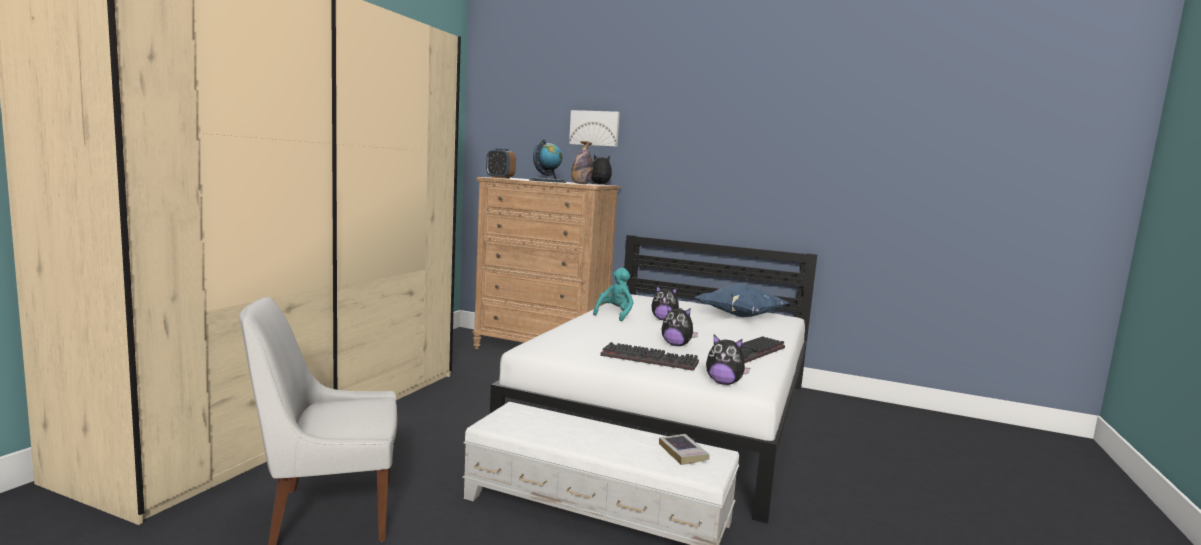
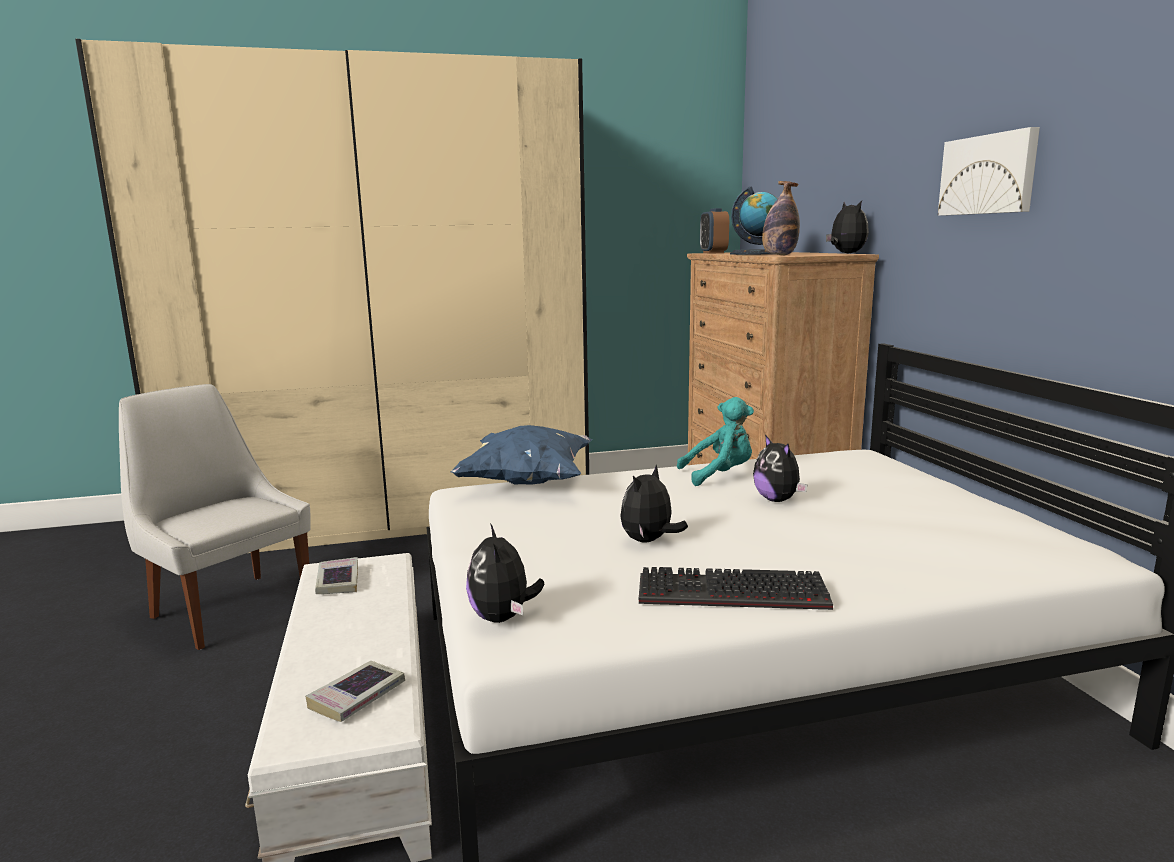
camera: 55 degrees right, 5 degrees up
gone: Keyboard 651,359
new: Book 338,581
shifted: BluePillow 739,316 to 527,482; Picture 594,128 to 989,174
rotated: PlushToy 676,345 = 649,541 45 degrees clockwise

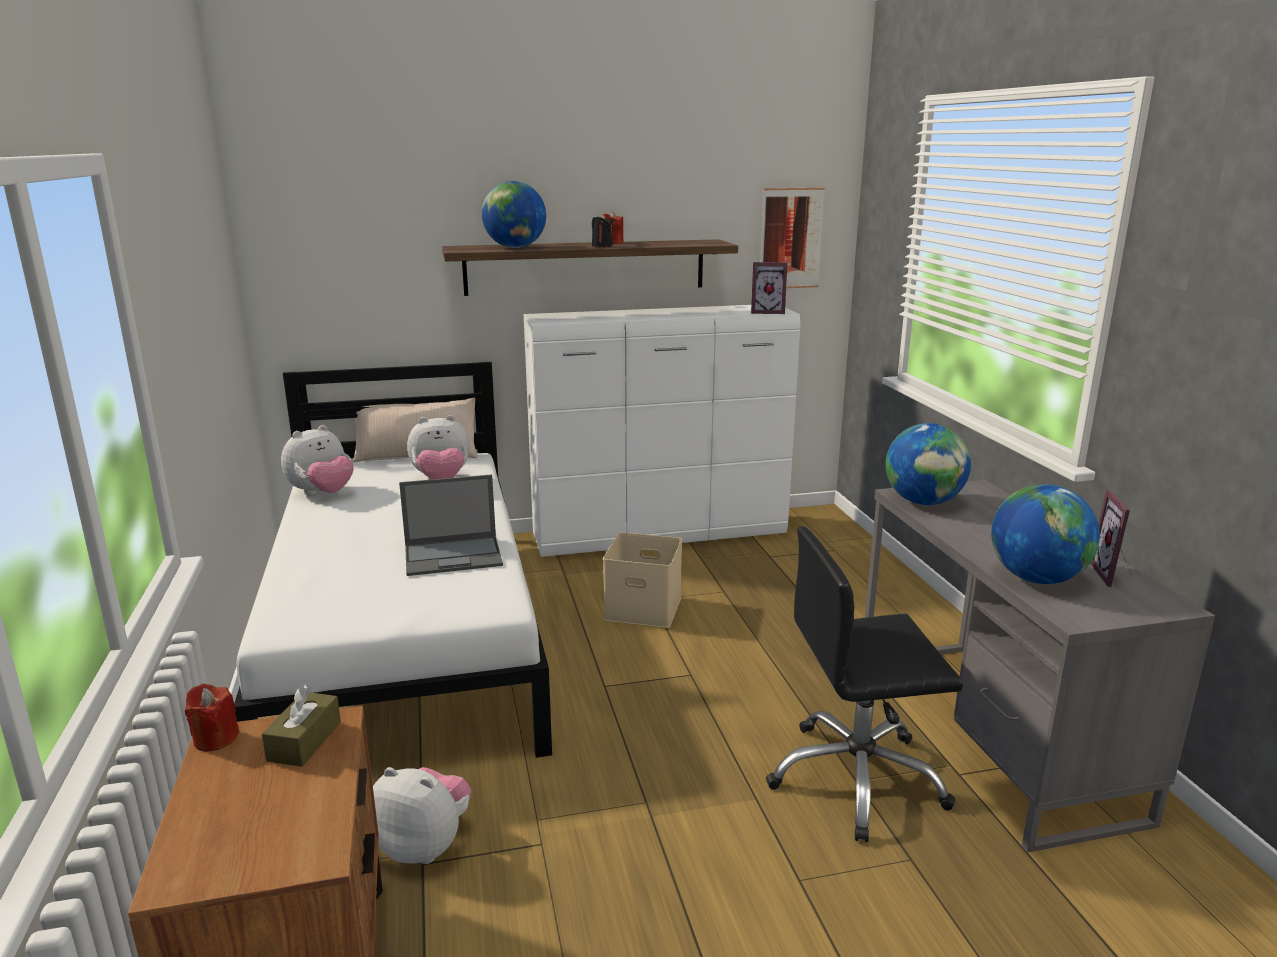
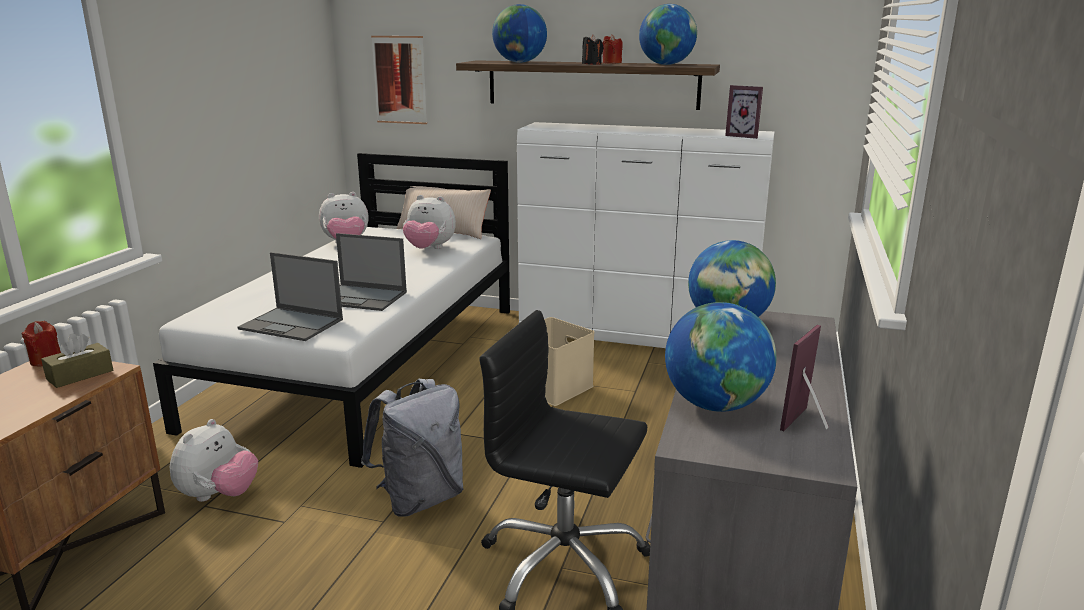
camera: 30 degrees right, 0 degrees up
new: Laptop 292,324; GreyBackpack 420,499; Globe 666,64
shifted: Picture 791,238 to 399,80
rotated: PlushToy 425,846 = 218,495 60 degrees clockwise

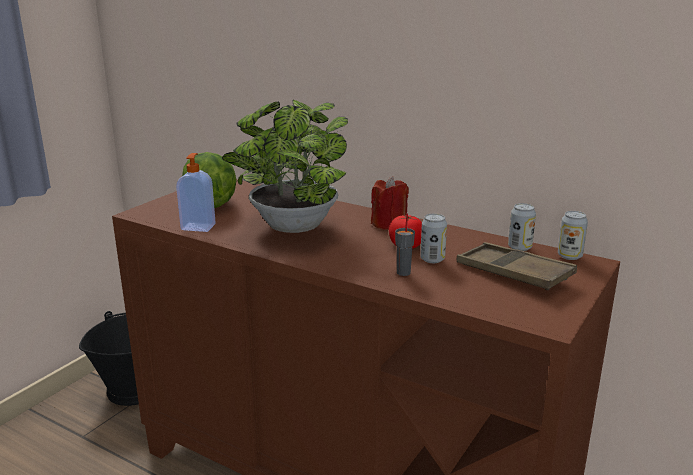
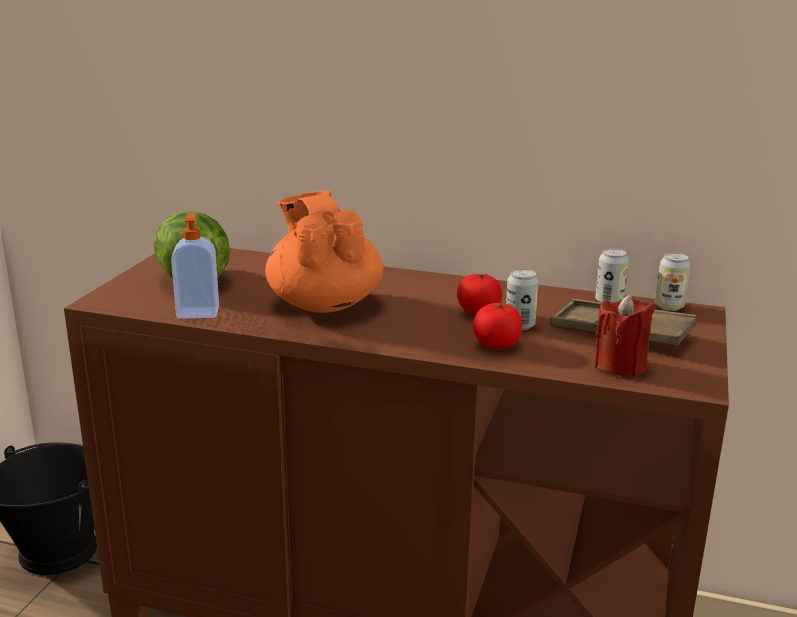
camera: 15 degrees left, 0 degrees up
shifted: RedCandle 389,224 to 620,366
swapped: PottedPlant 292,229 to OrangeTeapot 324,303; GreyCup 404,272 to Tomato 497,344

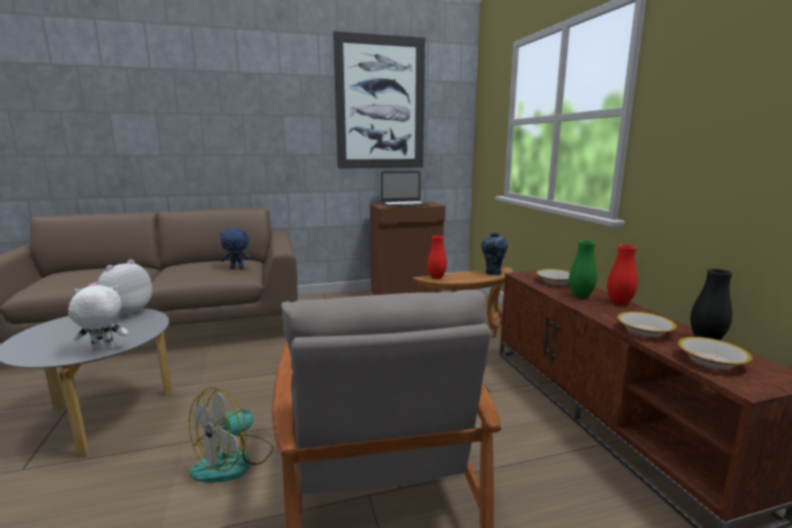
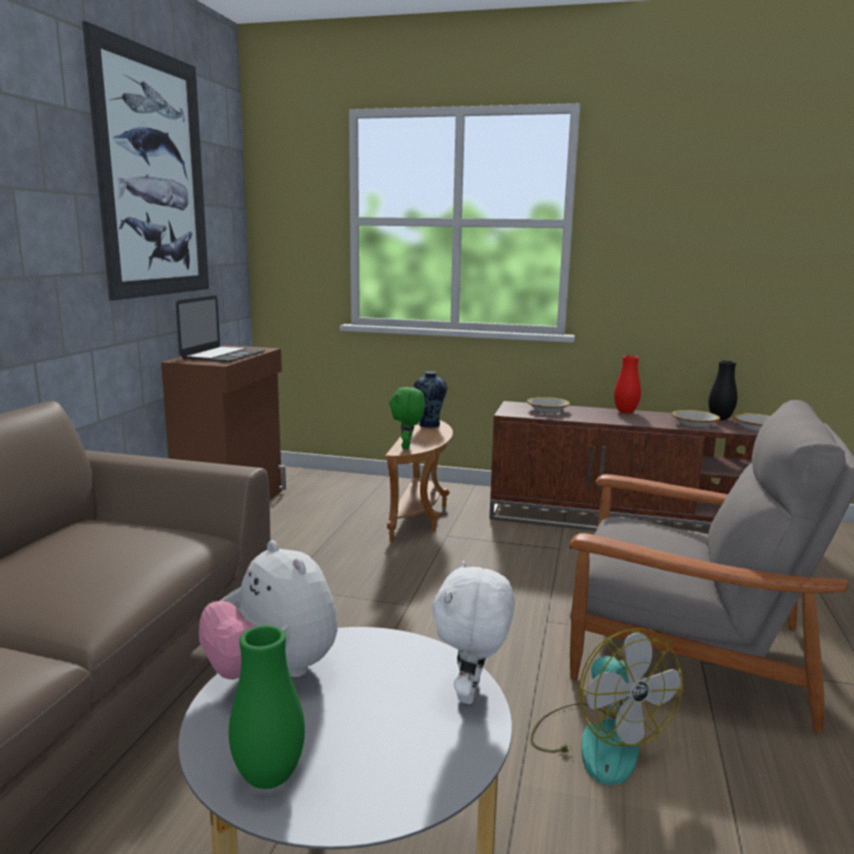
camera: 60 degrees left, 0 degrees up
gone: BluePlushToy 237,268
shifted: GreenVase 580,296 to 269,777
swapped: RedVase 436,277 to GreenPlushToy 407,447

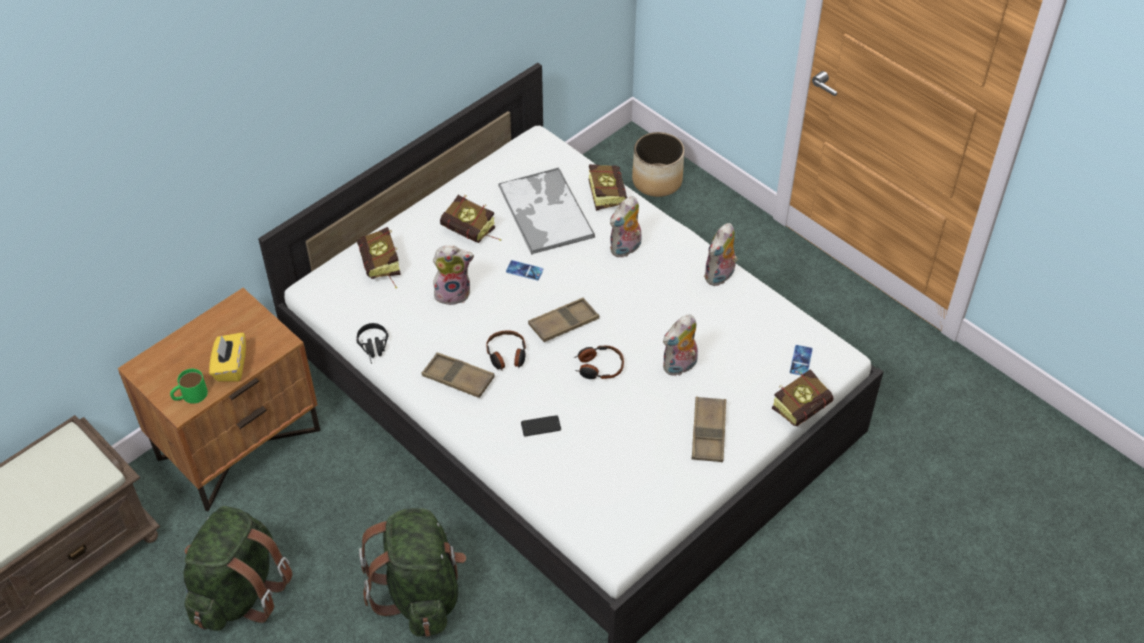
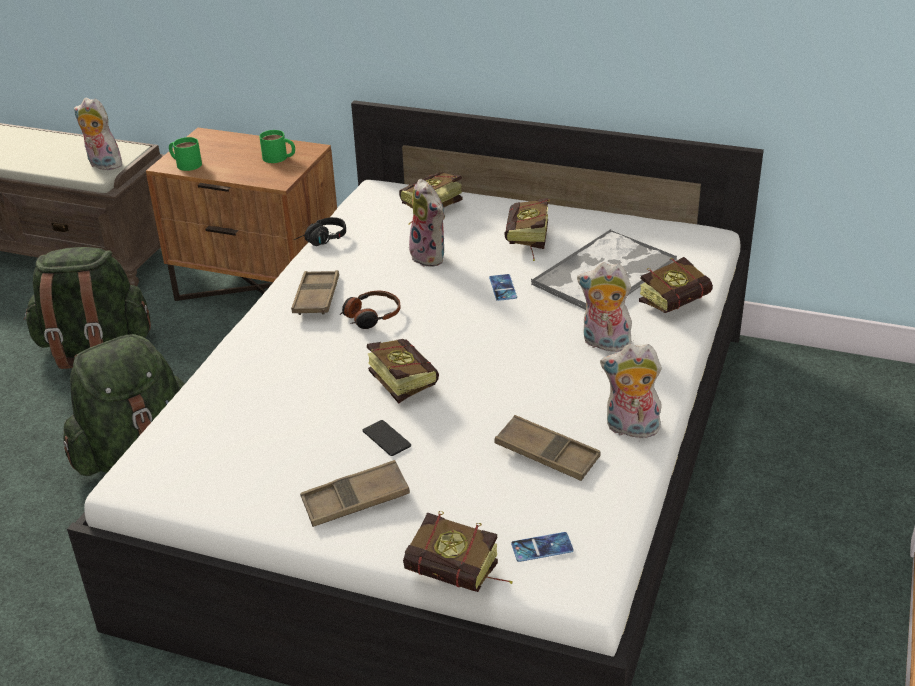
camera: 65 degrees right, 15 degrees down
gone: YellowTissueBox 230,367; Planter 657,181
new: GreenMug 279,158
shifted: PlushToy 680,367 to 102,165; Phone 541,426 to 386,438; BrownTray 563,323 to 547,454
swapped: Headphones 598,367 to Book 399,380

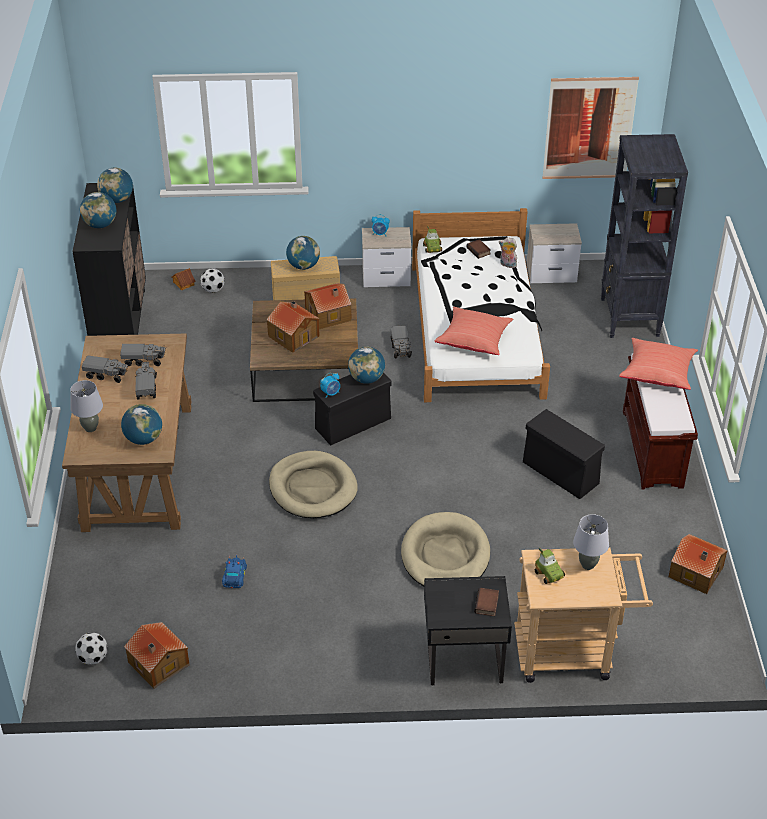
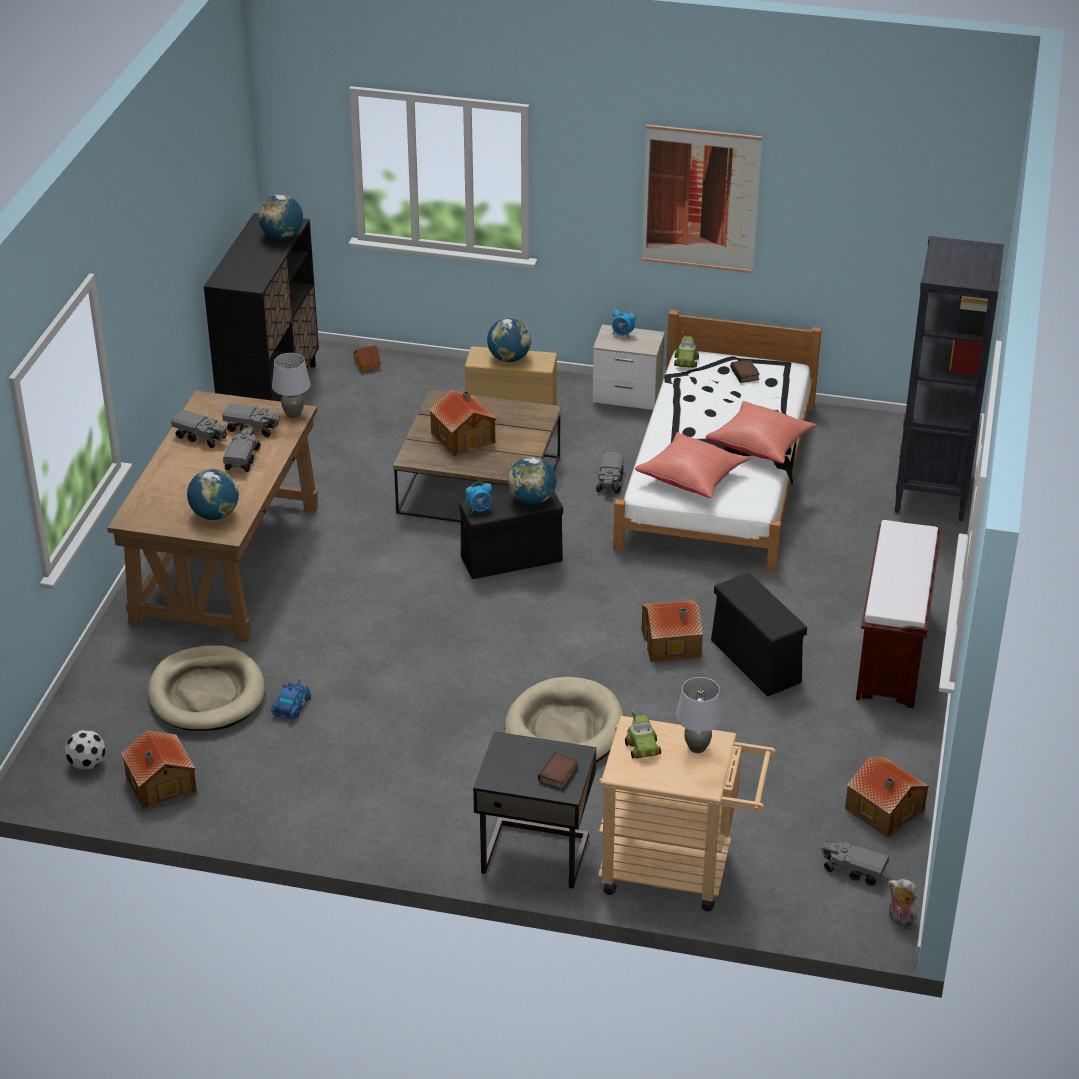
camera: 15 degrees right, 5 degrees down
gone: Globe 100,225; Football 213,289; Nightstand 552,274
new: ToyTruck 853,870
shifted: BeigeDogBed 313,488 to 207,693; GreyTableLamp 90,428 to 293,414; ToyHouse 329,315 to 672,644; Picture 589,128 to 700,199; RedPillow 657,373 to 760,445; PlushToy 507,265 to 899,921

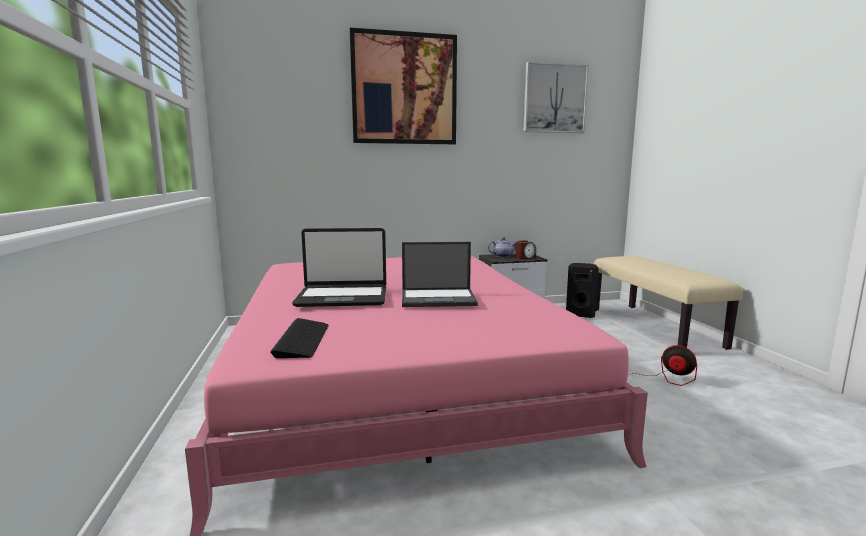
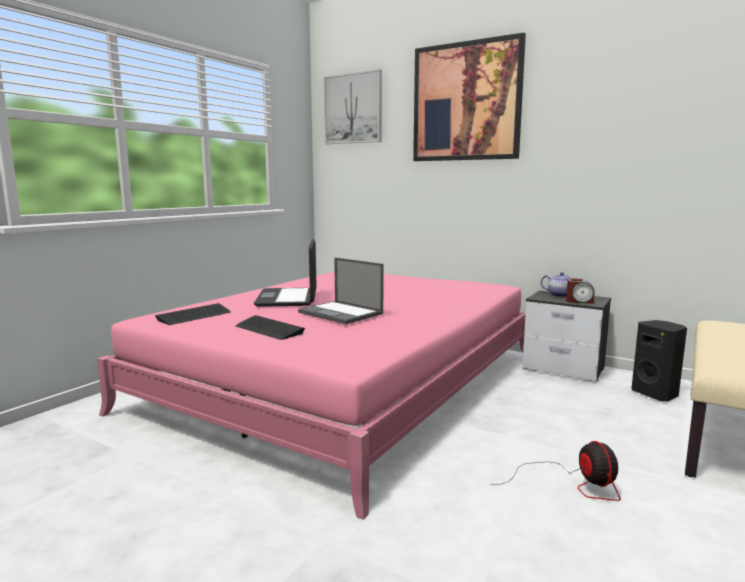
camera: 45 degrees right, 0 degrees up
new: Keyboard 269,329
shifted: Picture 554,98 to 353,108
rotated: Laptop 342,297 = 288,298 45 degrees clockwise

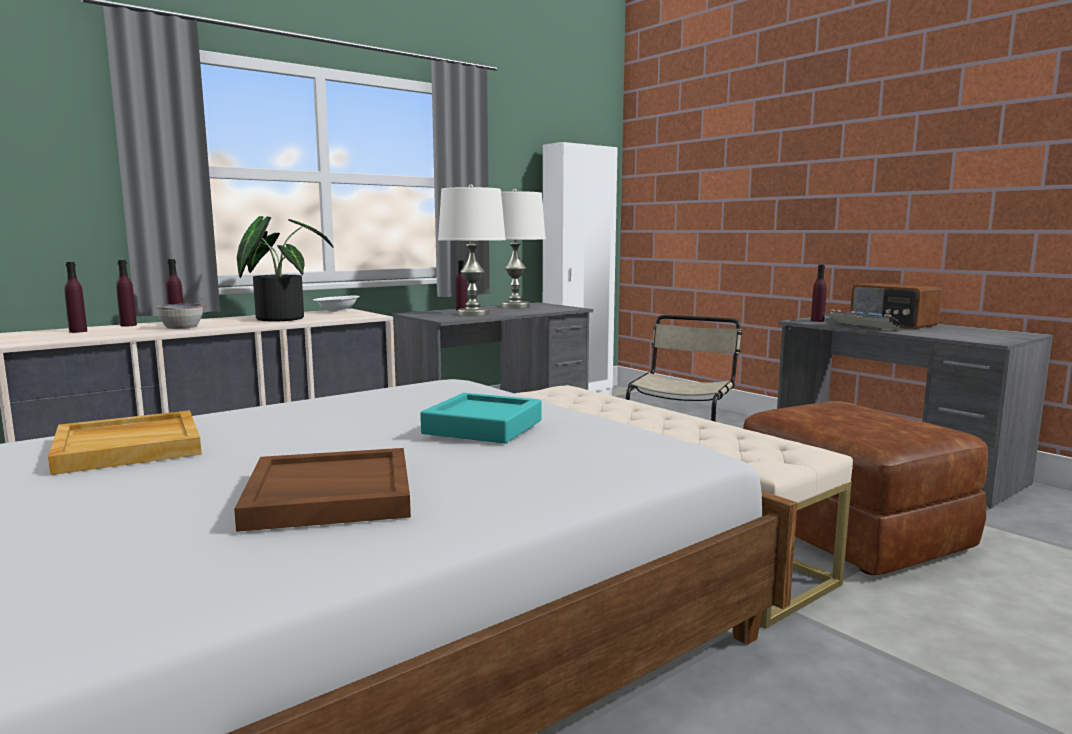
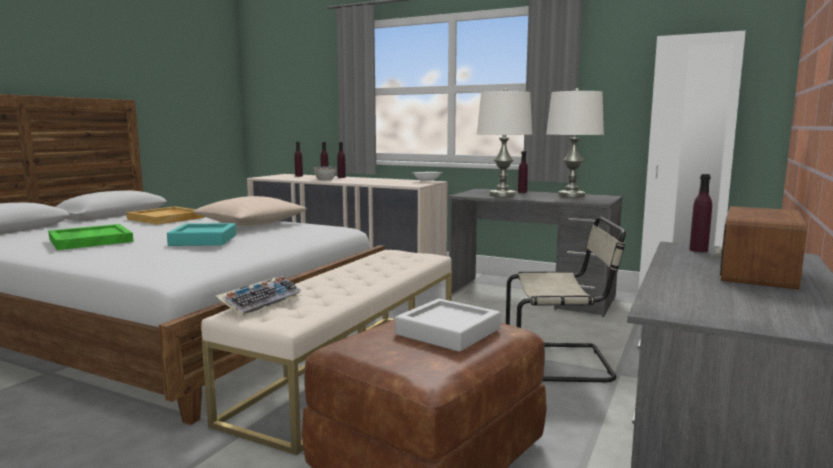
camera: 65 degrees right, 0 degrees up
gone: PottedPlant 281,318
new: BeigePillow 251,224; GreyTray 448,332
shifted: Keyboard 859,327 to 261,303
repainted: BrownTray 328,495 to GreenTray 90,240

